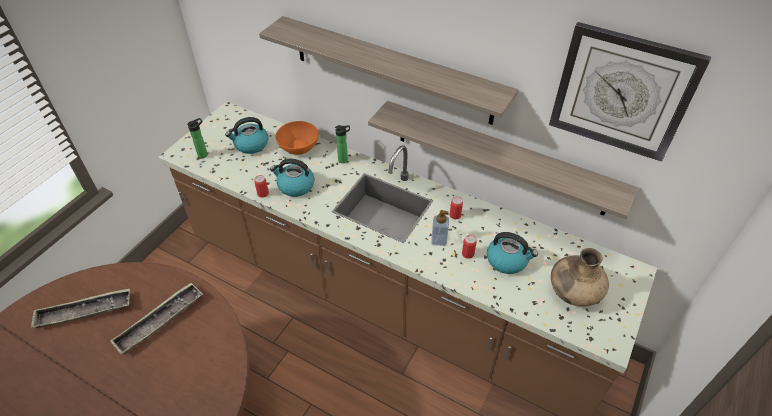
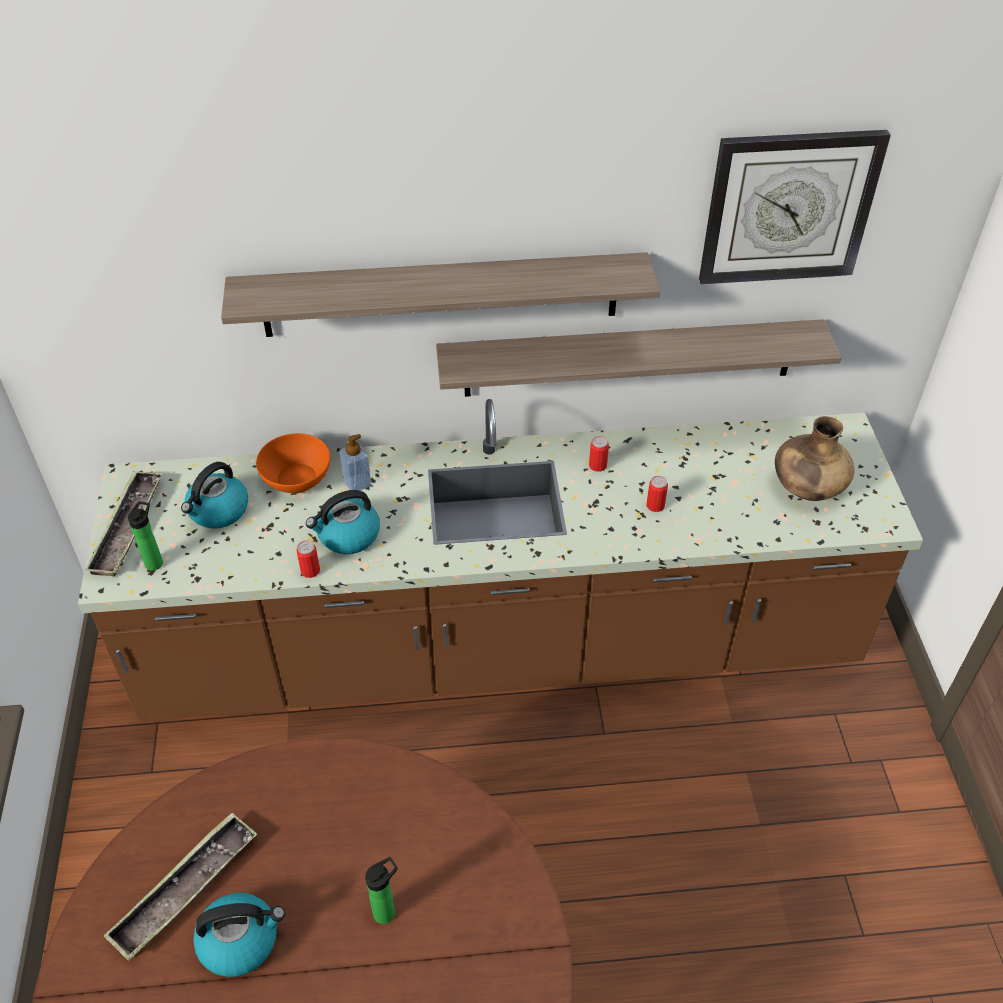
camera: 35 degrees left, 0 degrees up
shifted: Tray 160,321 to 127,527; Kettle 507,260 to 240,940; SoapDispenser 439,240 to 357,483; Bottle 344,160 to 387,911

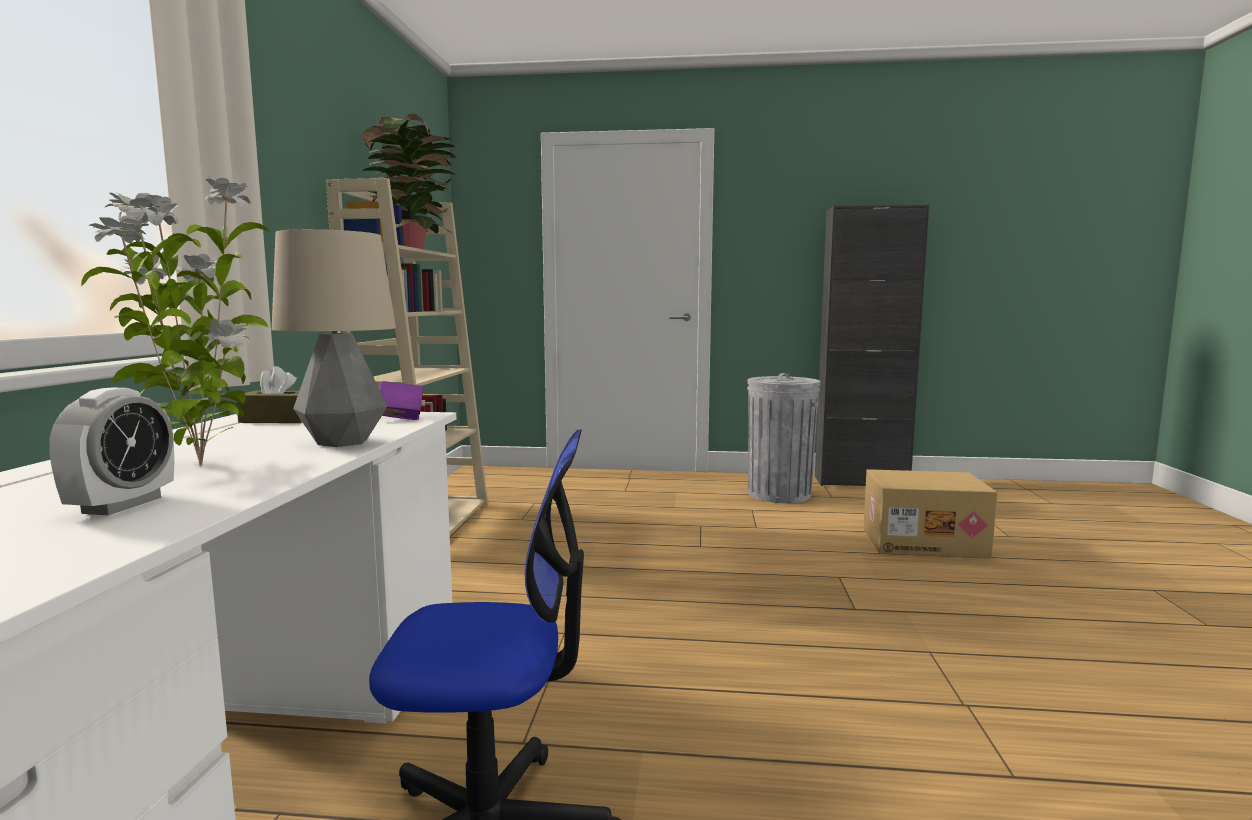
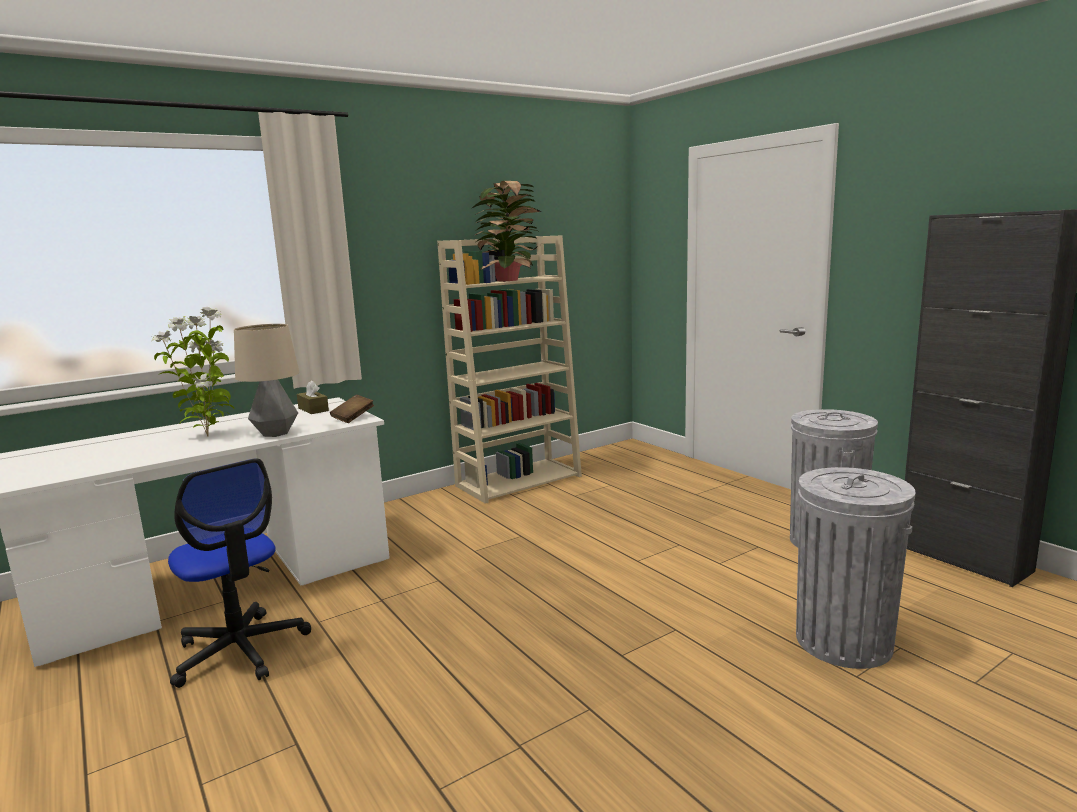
camera: 50 degrees right, 5 degrees up
gone: AlarmClock 122,505
swapped: CardboardBox 924,542 to GreyTrashCan 843,641
repainted: PurpleBook 400,416 to BrownBook 353,418

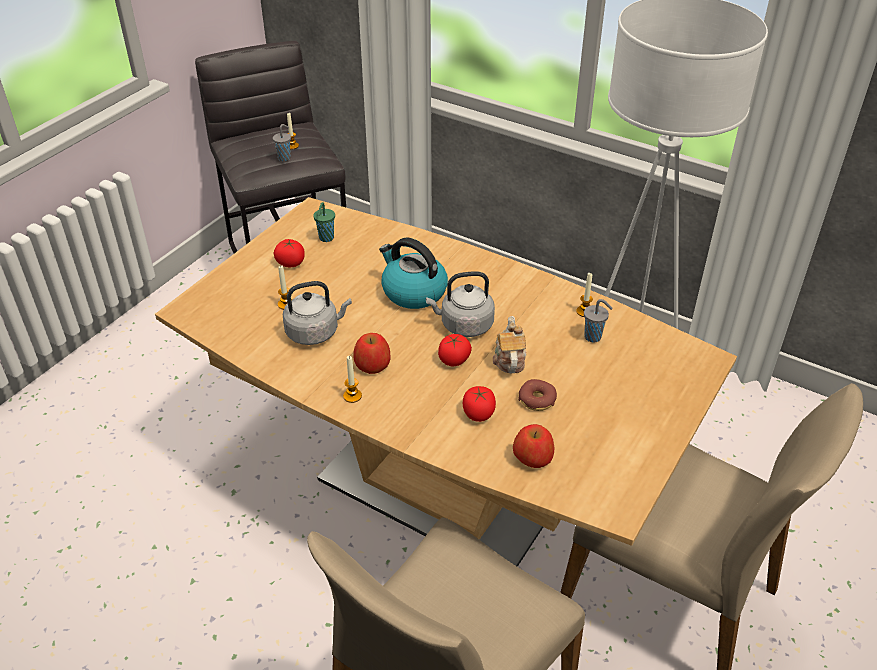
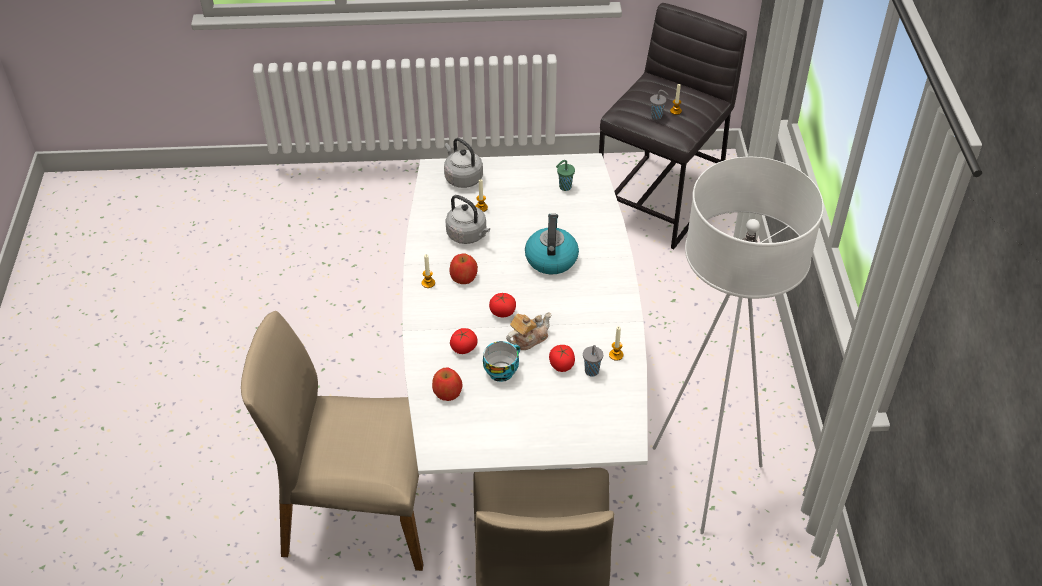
camera: 55 degrees right, 5 degrees up
shifted: GreyKettle 464,325 to 462,178; Tomato 290,263 to 561,365
swapped: Donut 537,399 to Cup 501,370
repainted: BrownDiningTable 438,490 to WhiteDiningTable 520,412

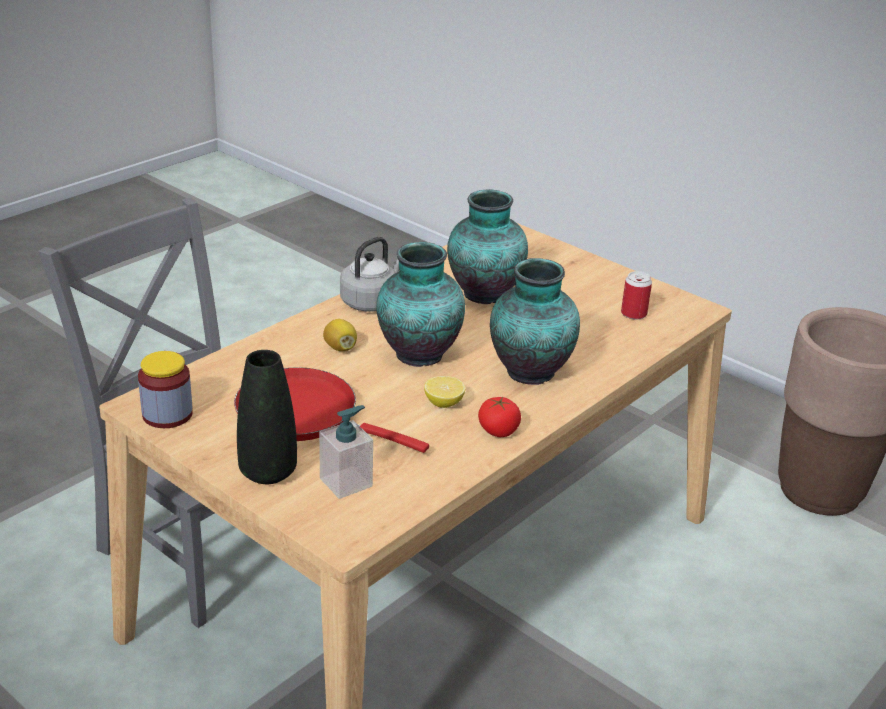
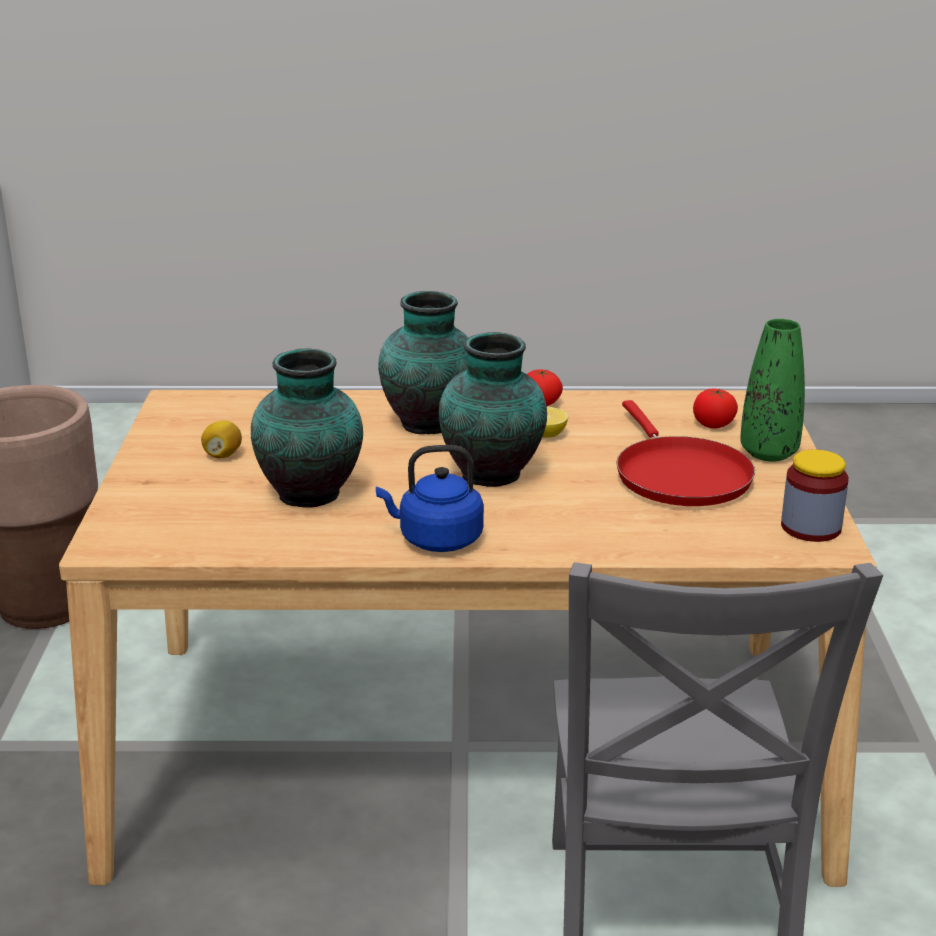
camera: 130 degrees left, 5 degrees down
gone: Can 633,314
shifted: Lemon 340,348 to 223,455
swapped: SoapDispenser 346,482 to Tomato 713,424
repainted: GreyKettle 371,302 to BlueKettle 436,540; BlackVase 268,472 to GreenVase 768,453

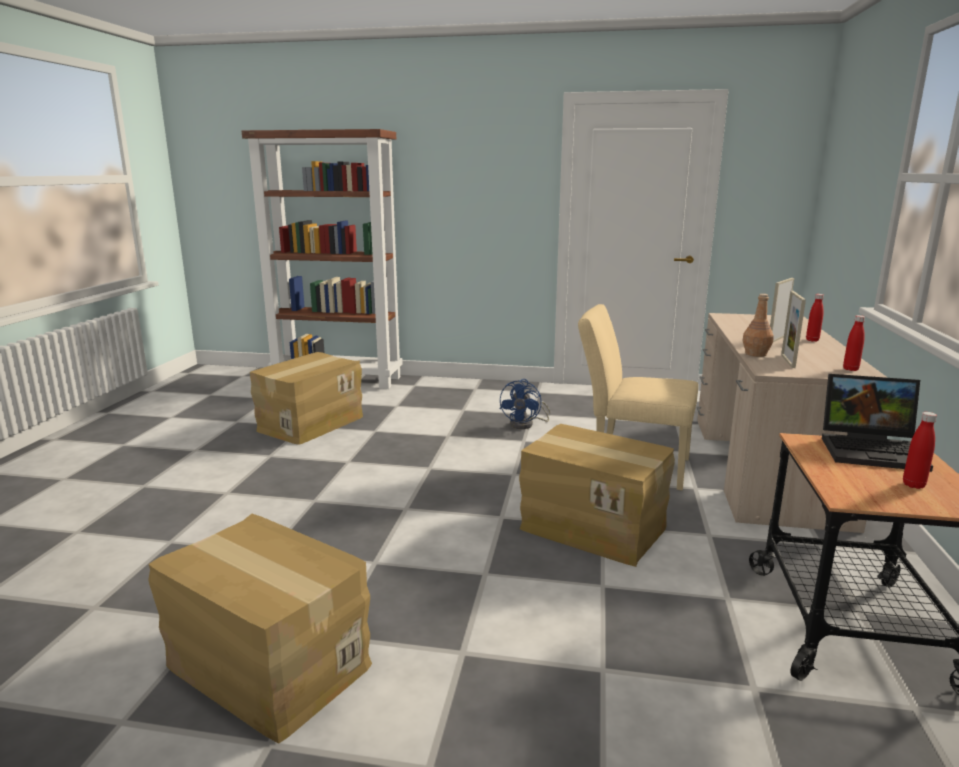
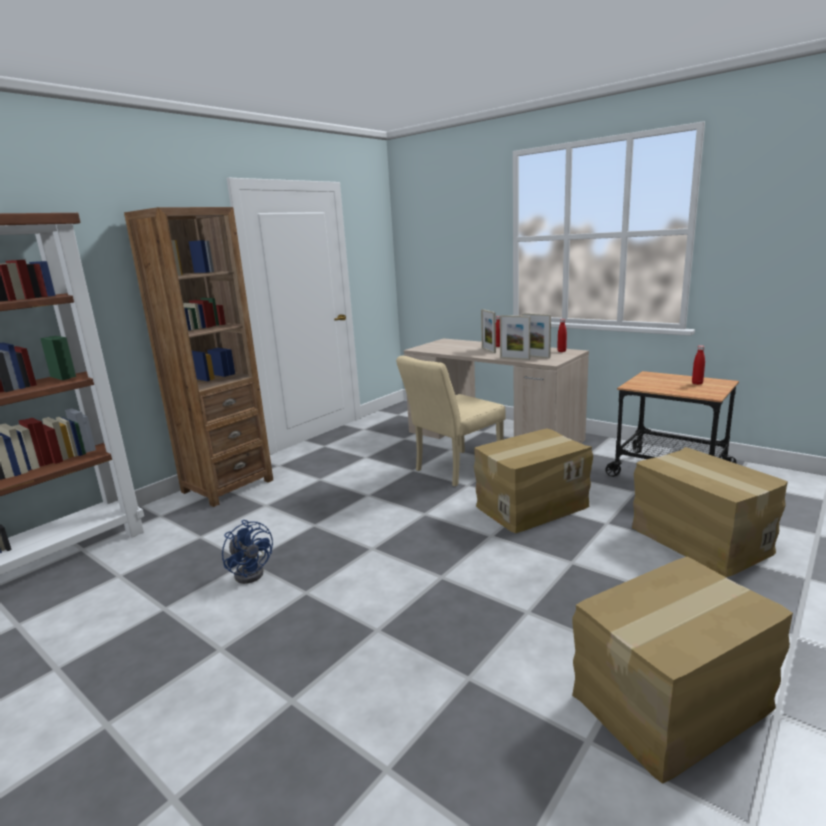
camera: 60 degrees left, 0 degrees up
gone: Laptop 873,450
new: BrownBookcase 227,486
shifted: BlueFan 526,424 to 252,571; CardboardBox 310,423 to 699,539
swapped: BrownBottle 756,354 to PictureFrame 514,358

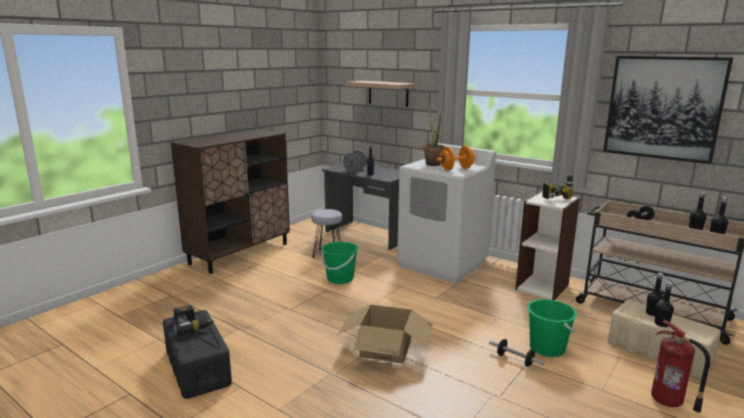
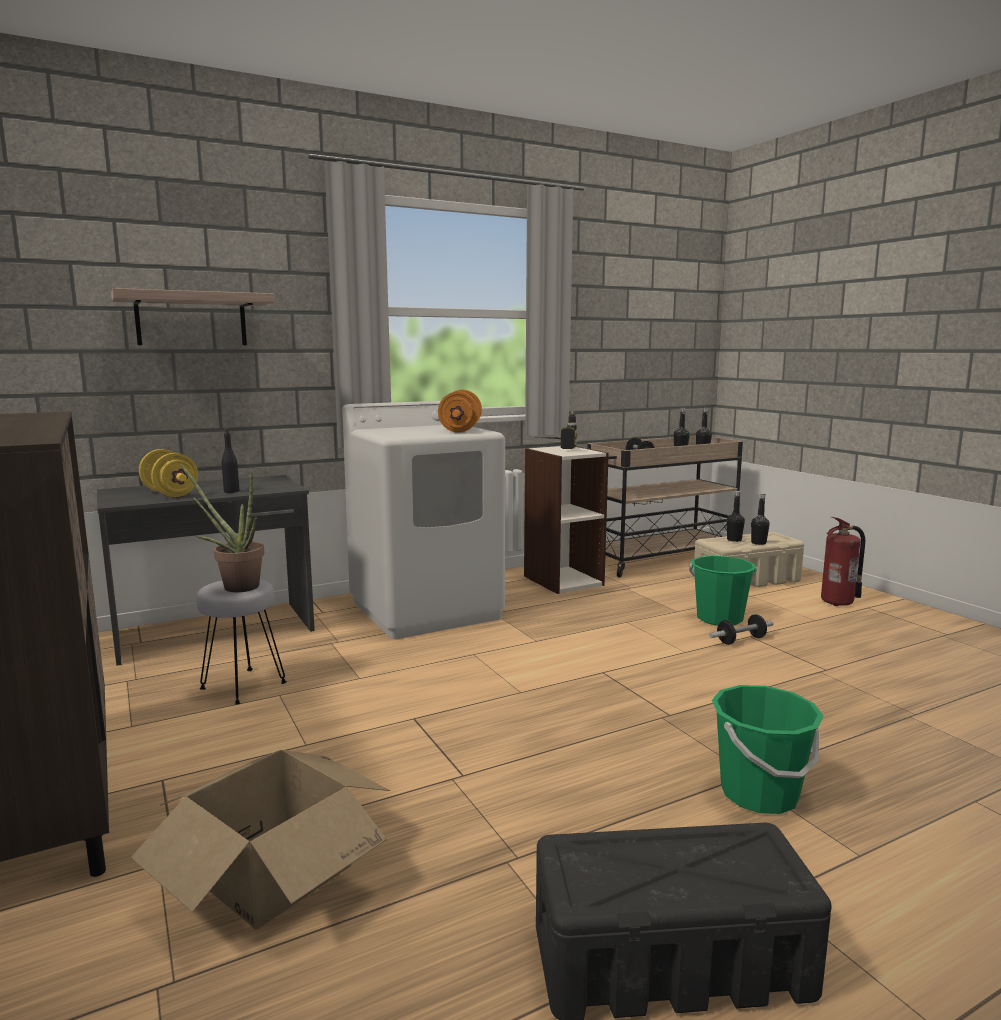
camera: 65 degrees left, 5 degrees down
gone: PowerDrill 192,325; Picture 663,108
shifted: CardboardBox 386,348 to 273,870; PottedPlant 432,163 to 234,586; GreenBucket 340,279 to 759,794
repainted: GreyDumbbell 355,169 to YellowDumbbell 170,493

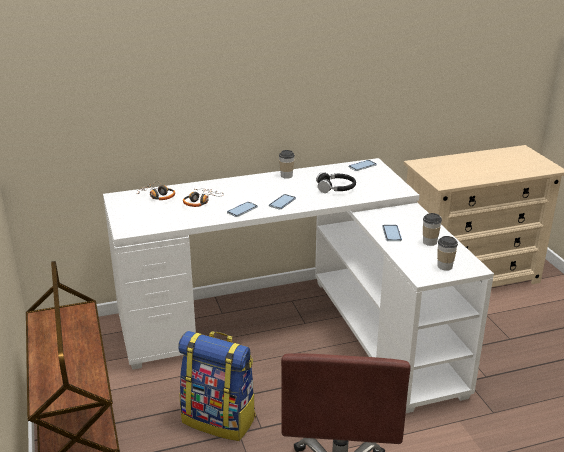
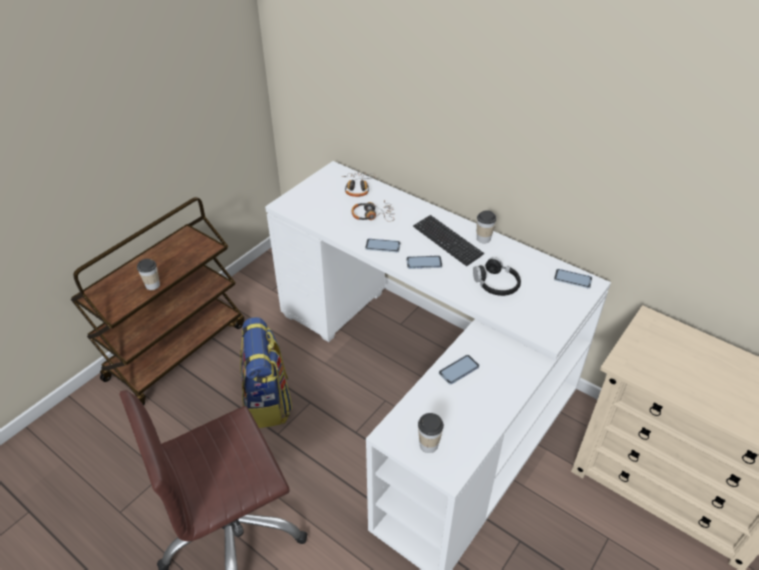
camera: 55 degrees right, 15 degrees up
new: Keyboard 447,241
shifted: Cup 429,242 to 152,285

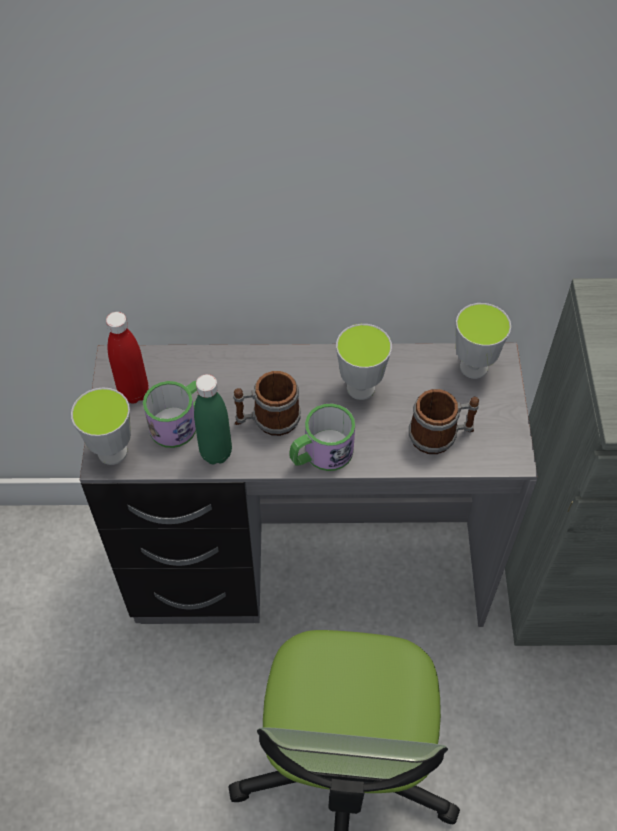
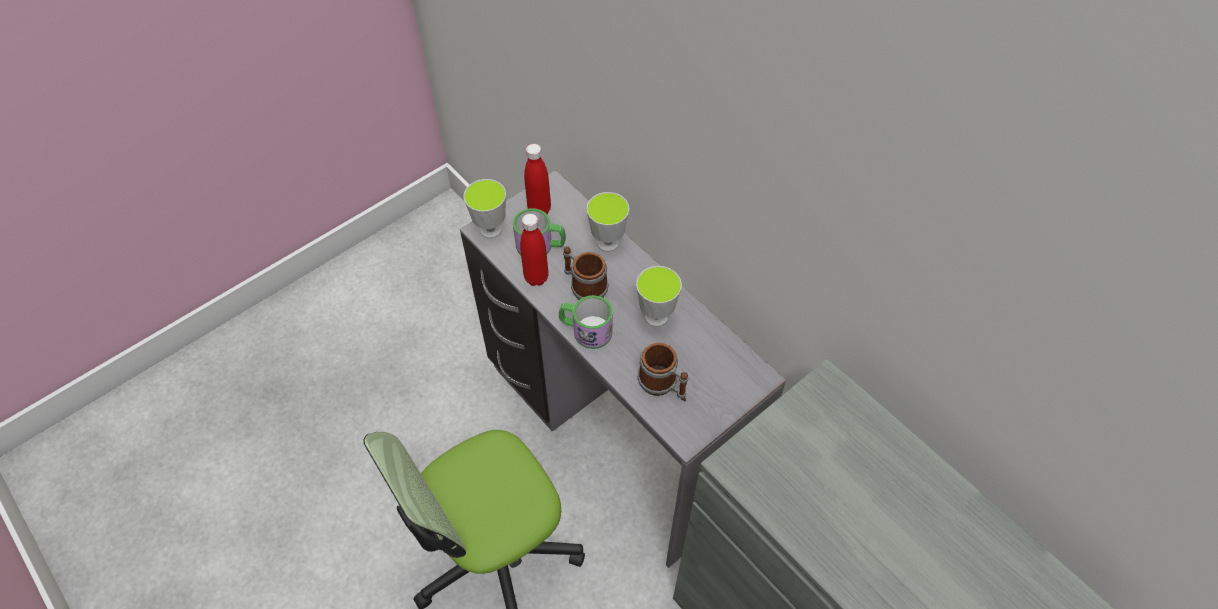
camera: 50 degrees right, 0 degrees up
shifted: Cup 473,367 to 608,243
repainted: GreenBottle 216,453 to RedBottle 536,277

